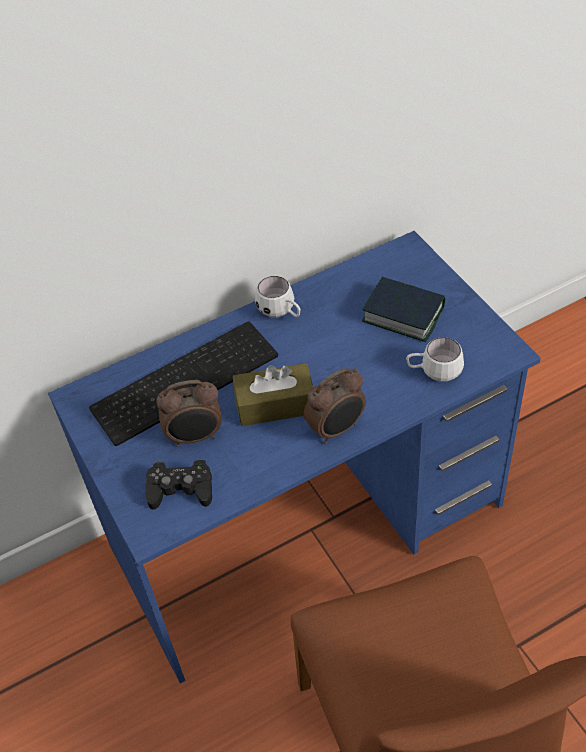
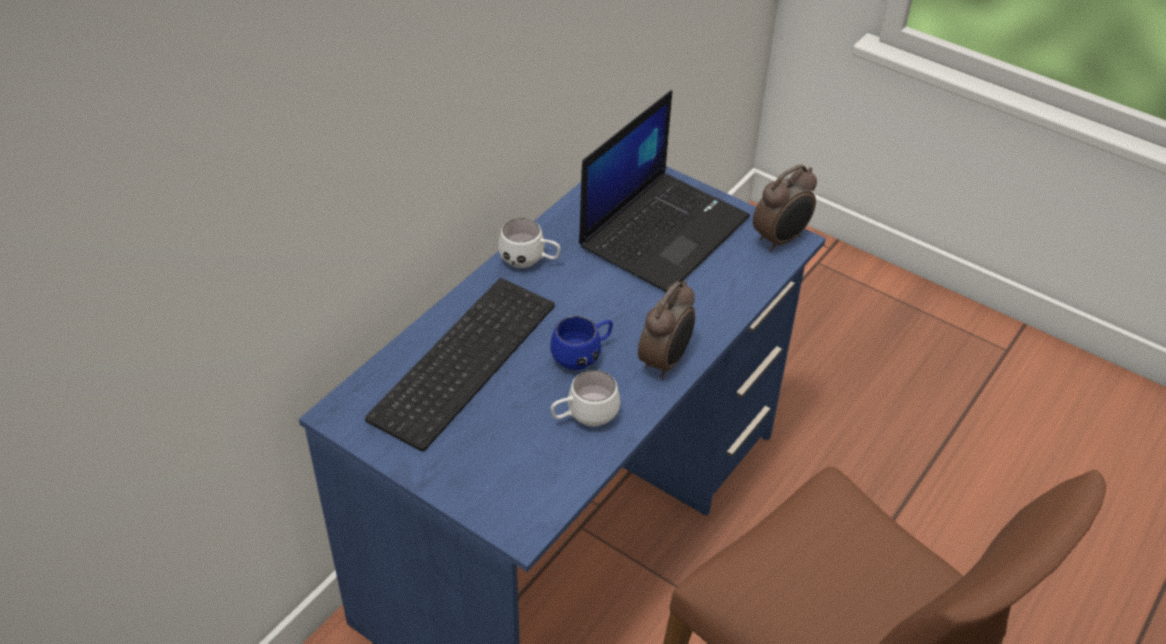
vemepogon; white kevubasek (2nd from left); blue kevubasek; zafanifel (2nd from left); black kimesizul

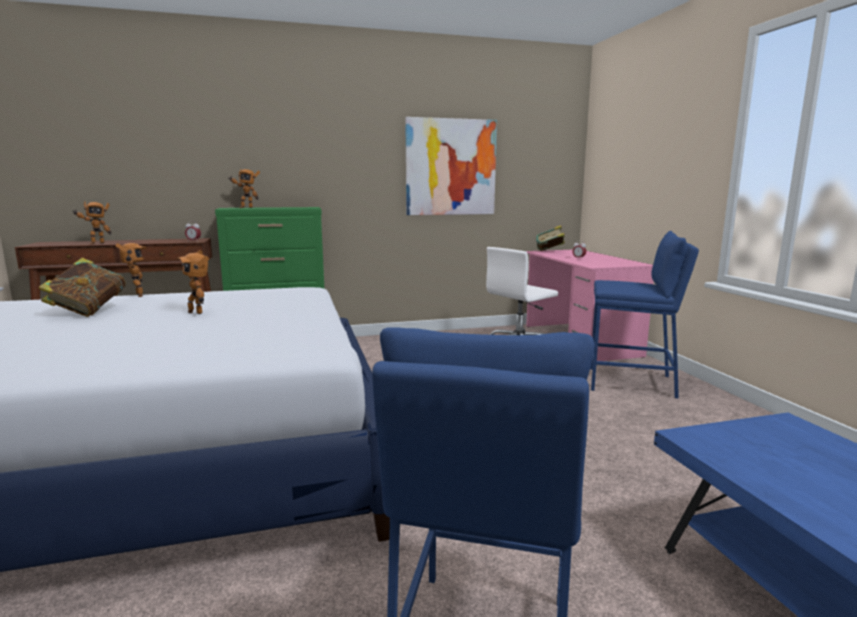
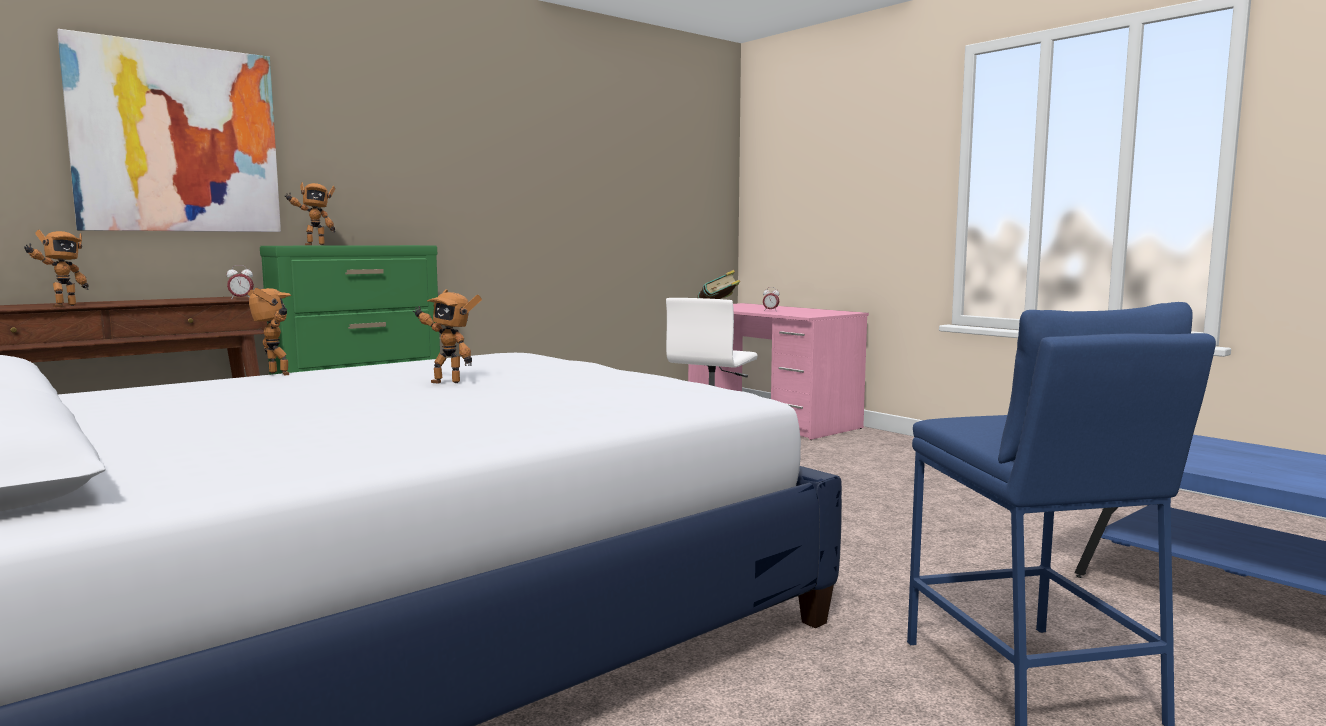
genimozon; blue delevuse (2nd from left in the first image); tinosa (1st from left in the first image)

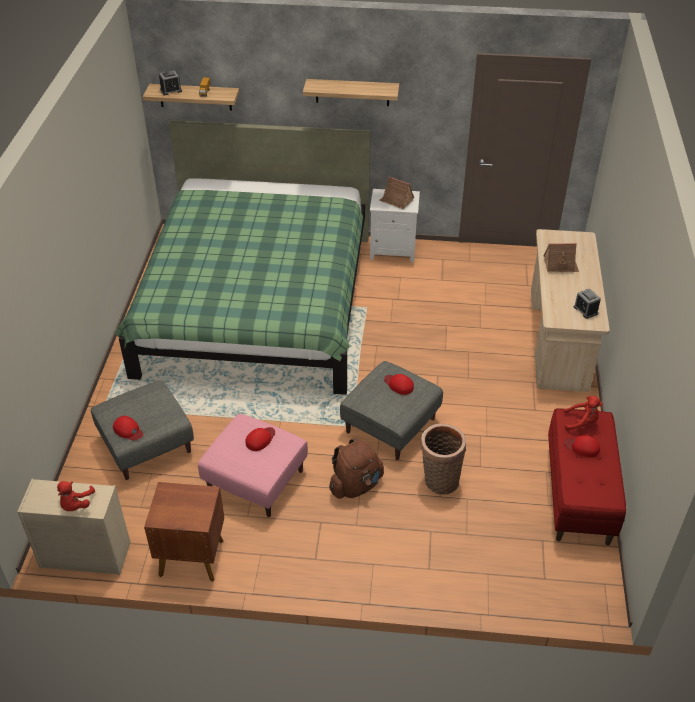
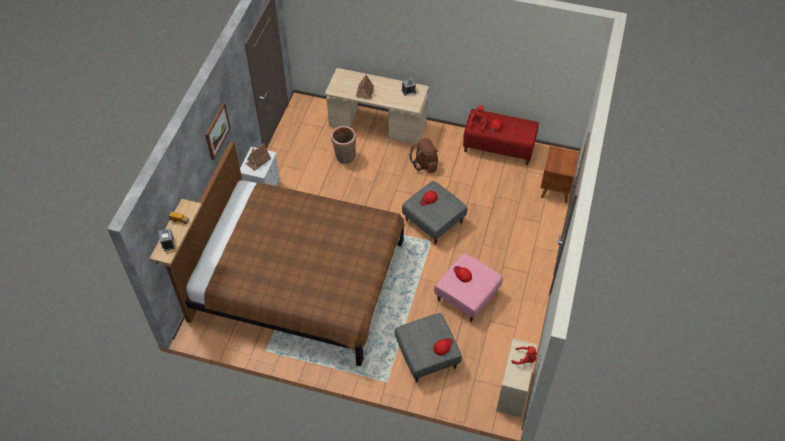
genimozon; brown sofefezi; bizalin; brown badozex; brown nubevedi

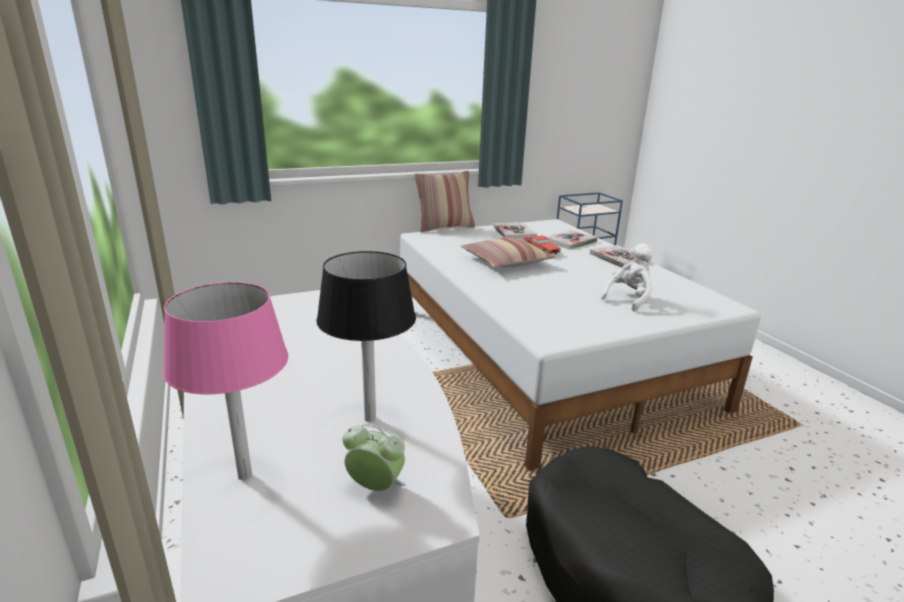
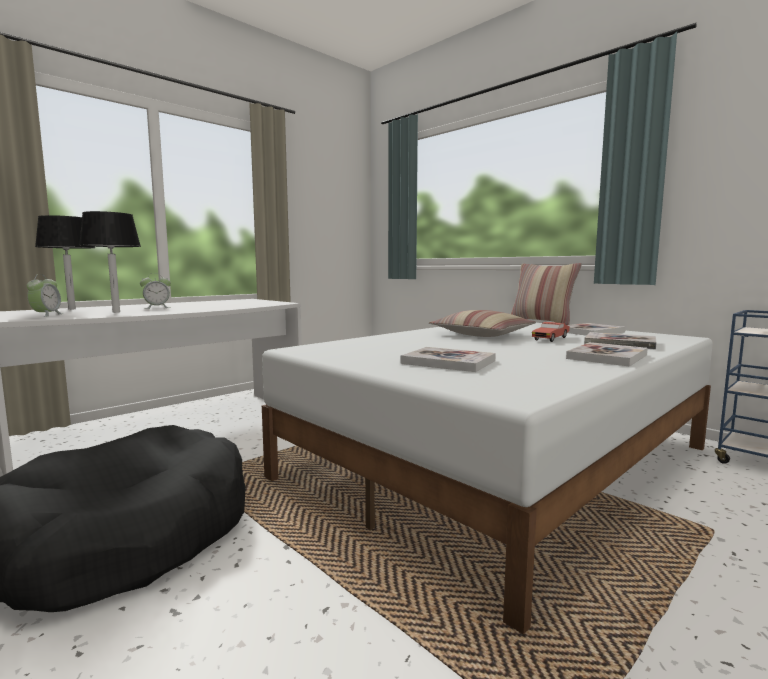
tinosa (1st from left); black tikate (1st from left); zafanifel (2nd from left)

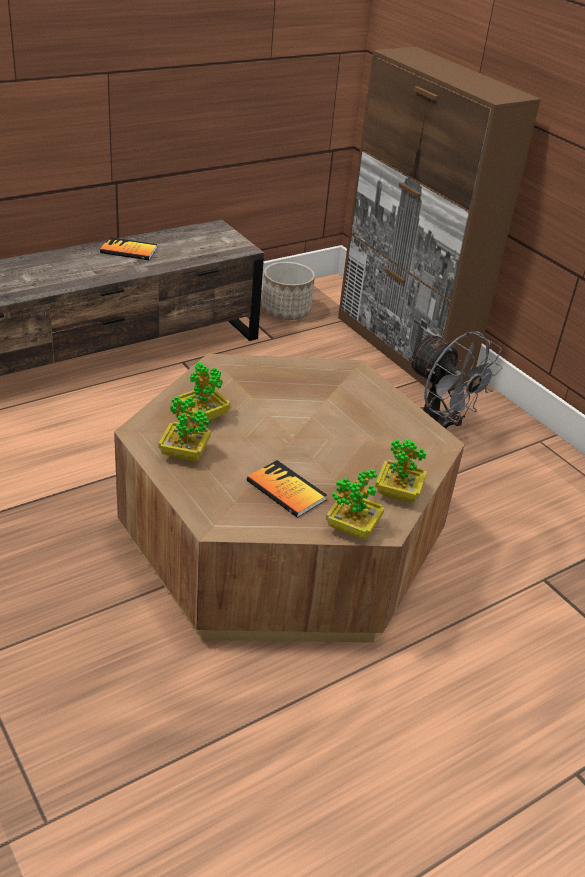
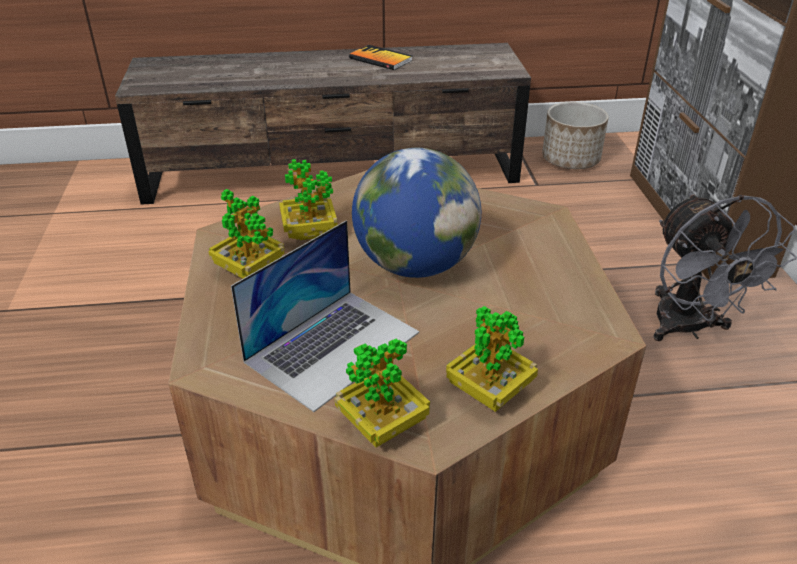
vemepogon; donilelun

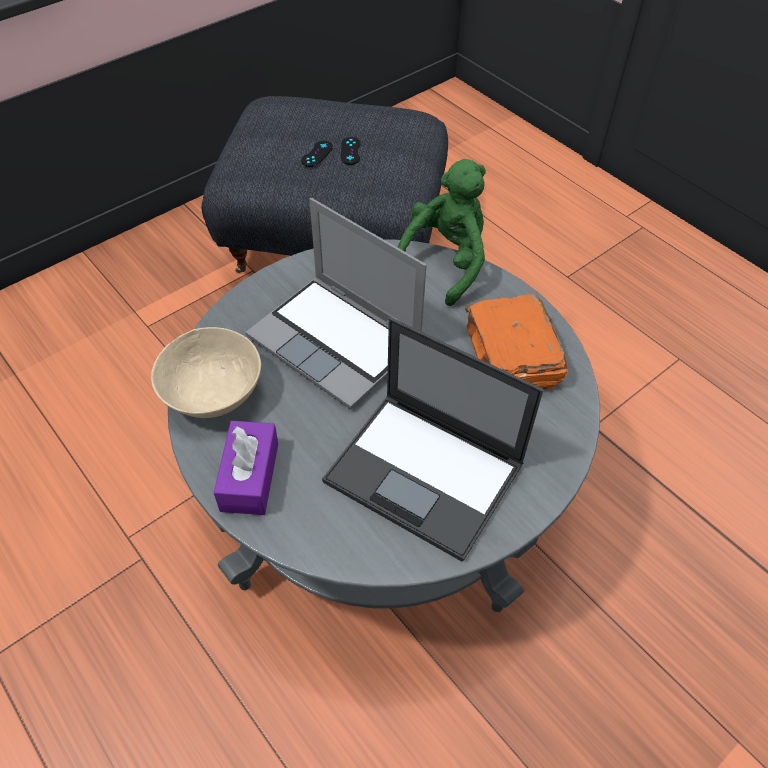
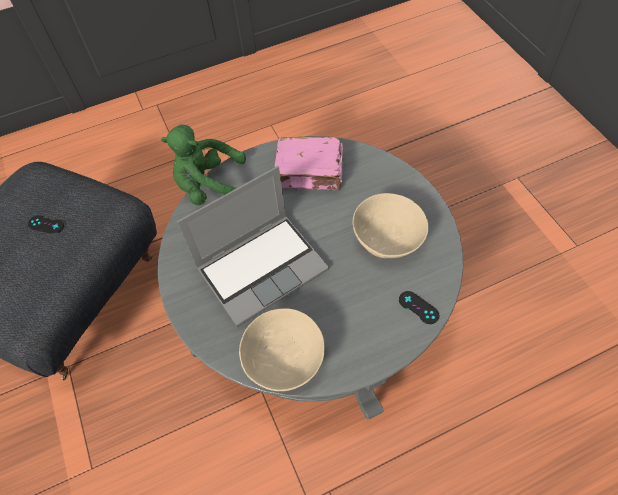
black kimesizul (2nd from left); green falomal; pink tinosa; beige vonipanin (2nd from left); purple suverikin

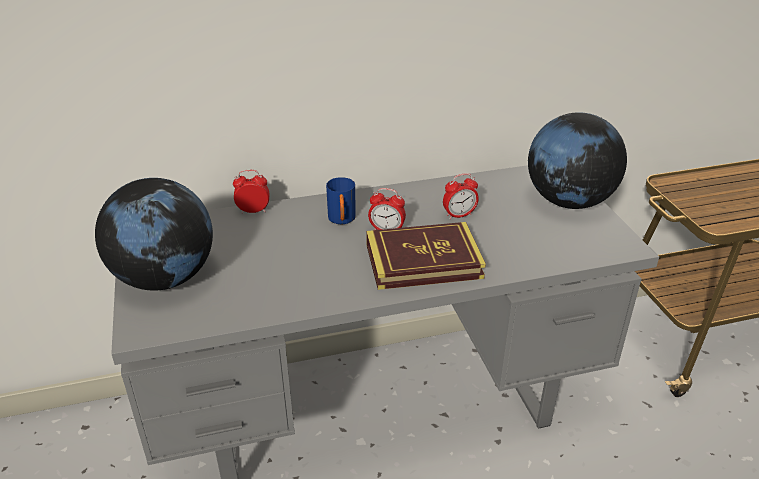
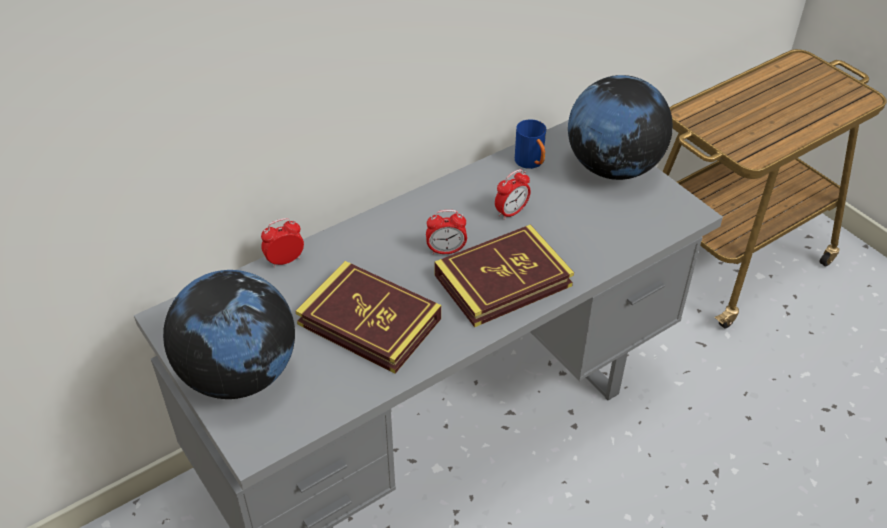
blue kevubasek; tinosa (1st from left)

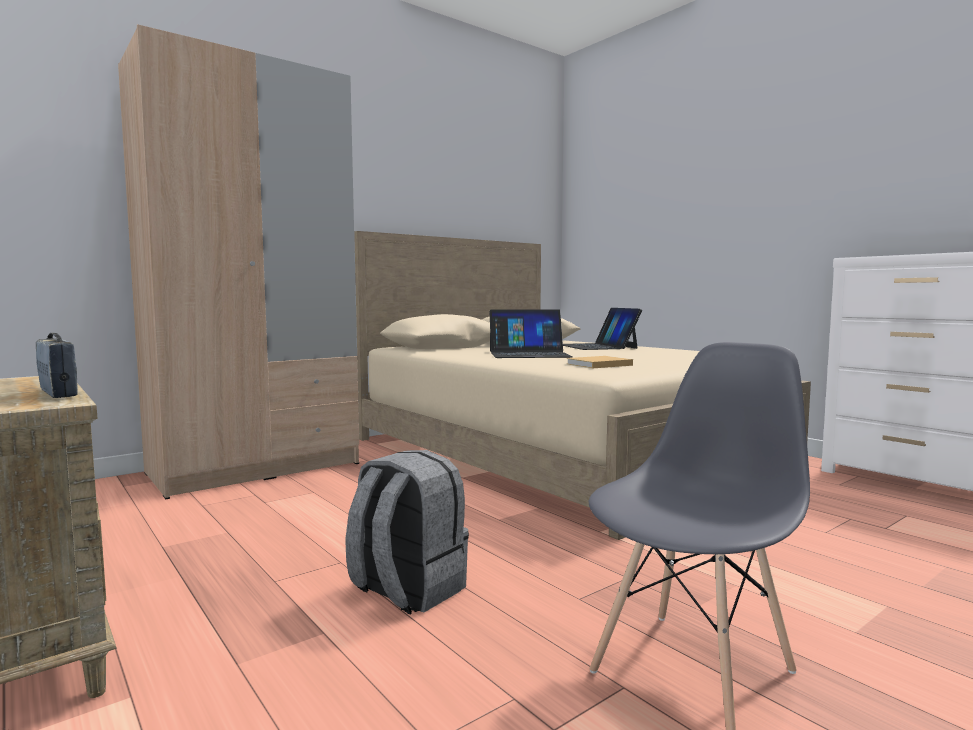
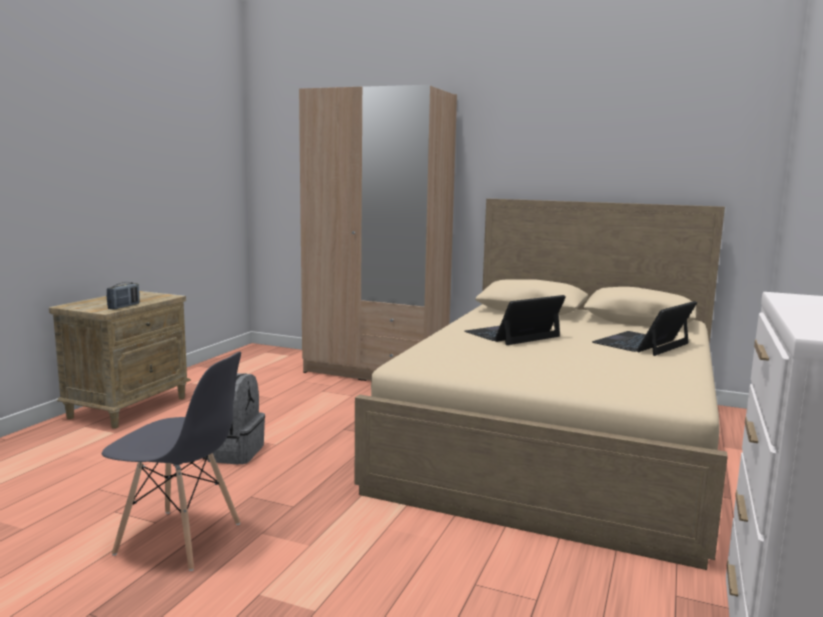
vemepogon (1st from left); beige tinosa

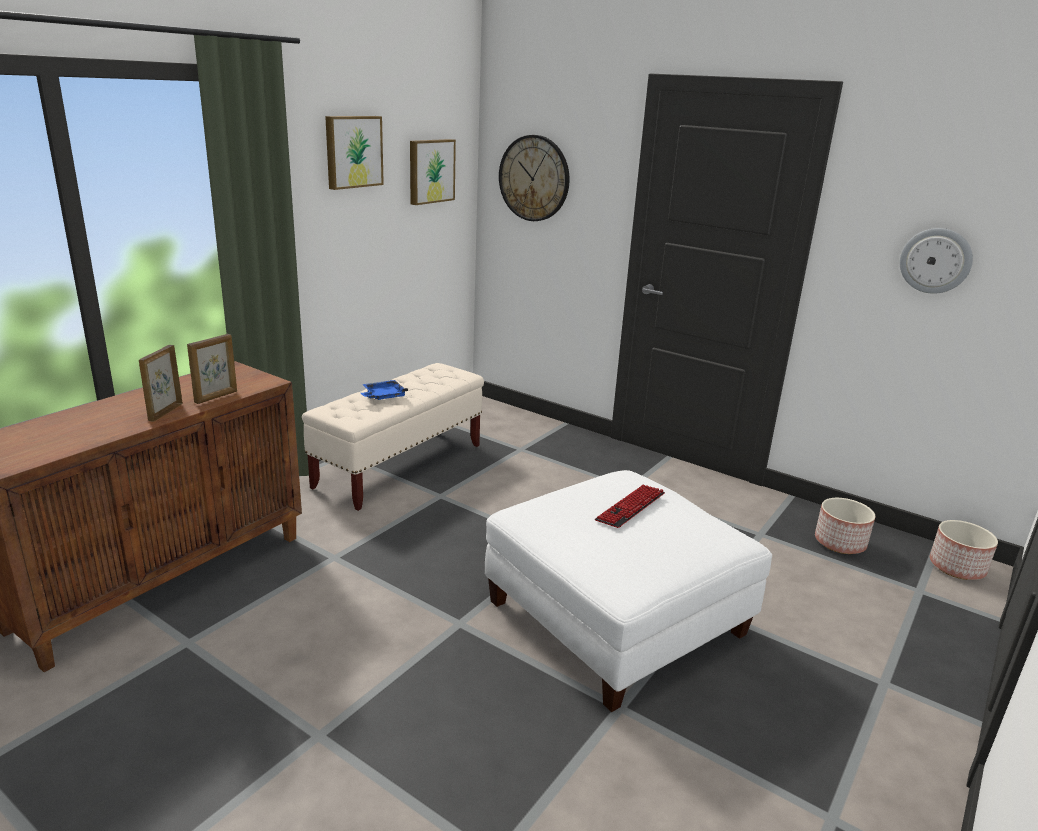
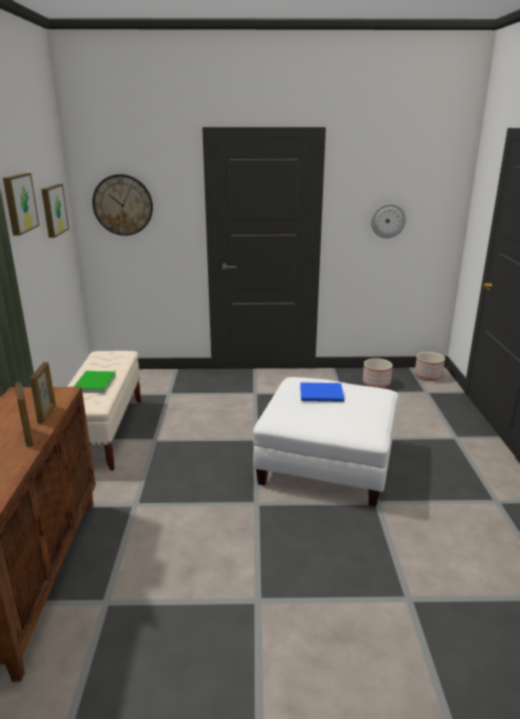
green tinosa; blue tinosa

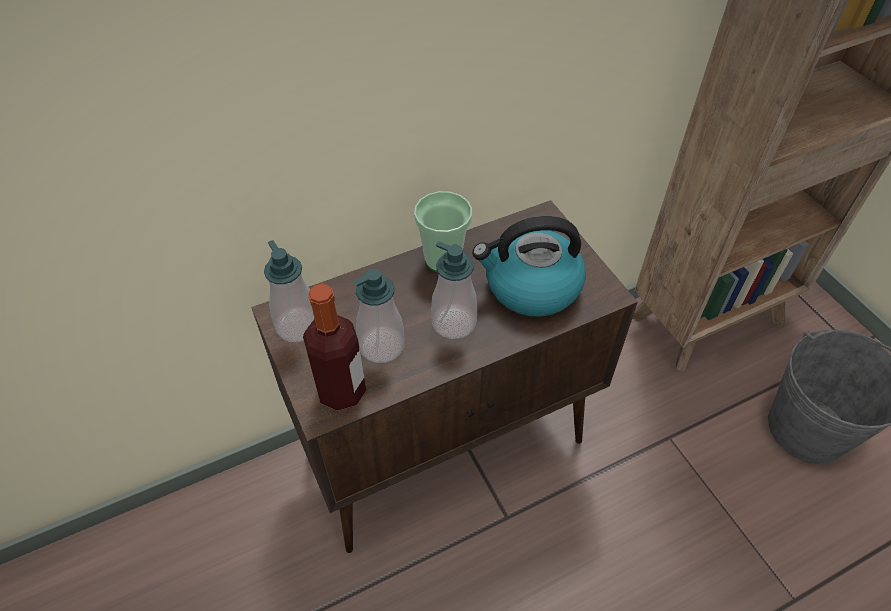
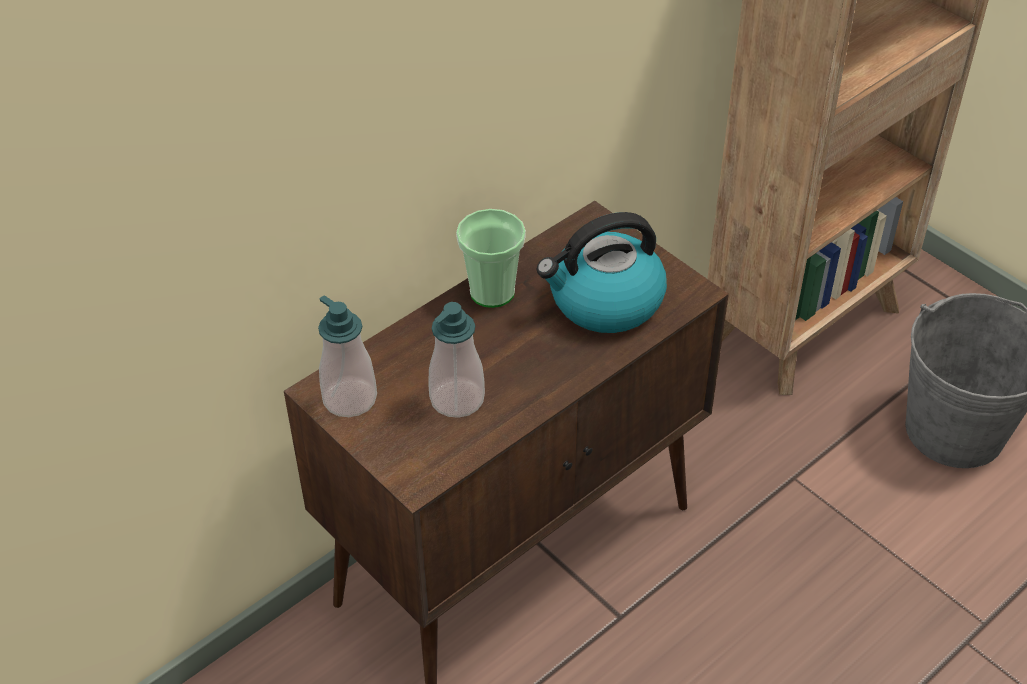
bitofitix (3rd from left in the first image); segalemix

